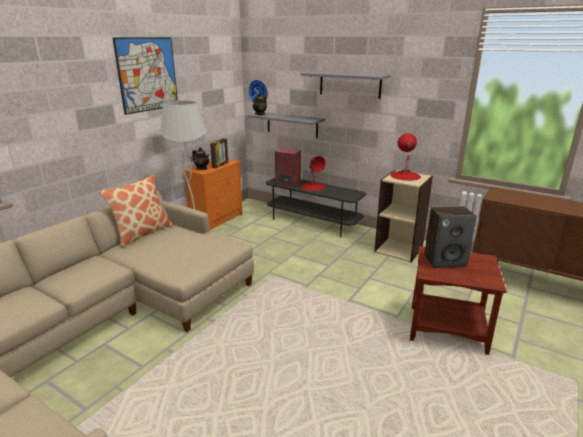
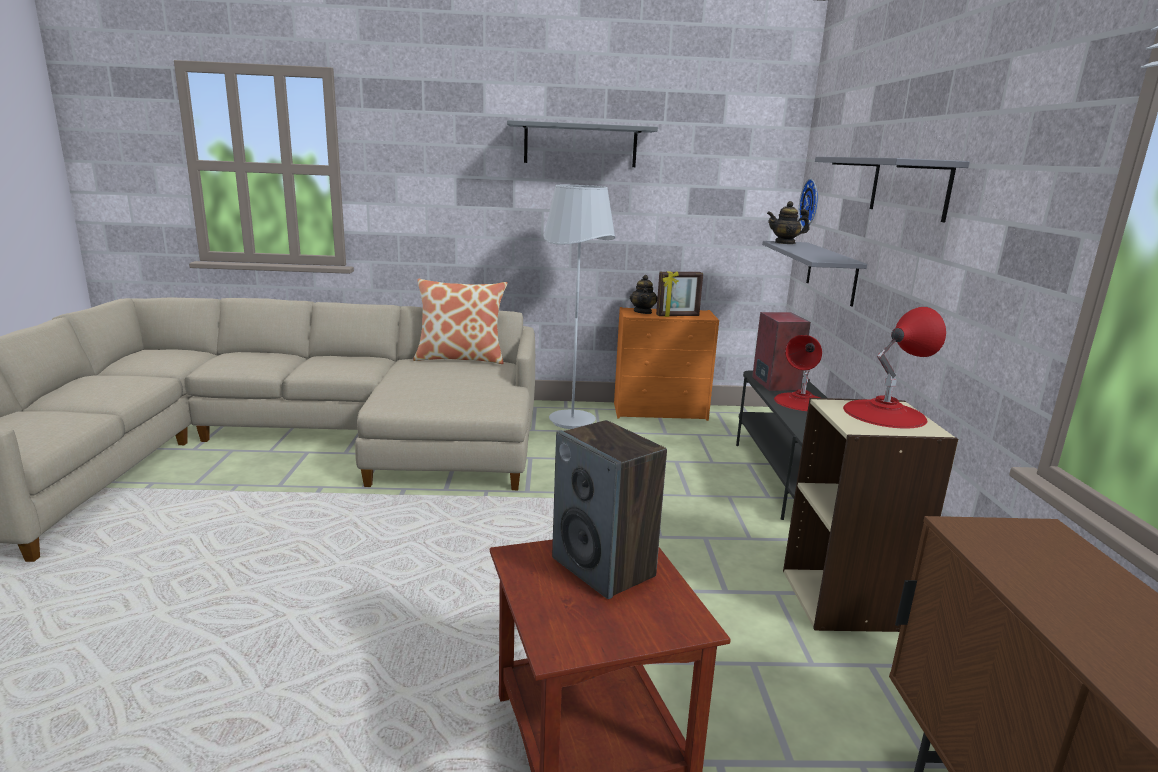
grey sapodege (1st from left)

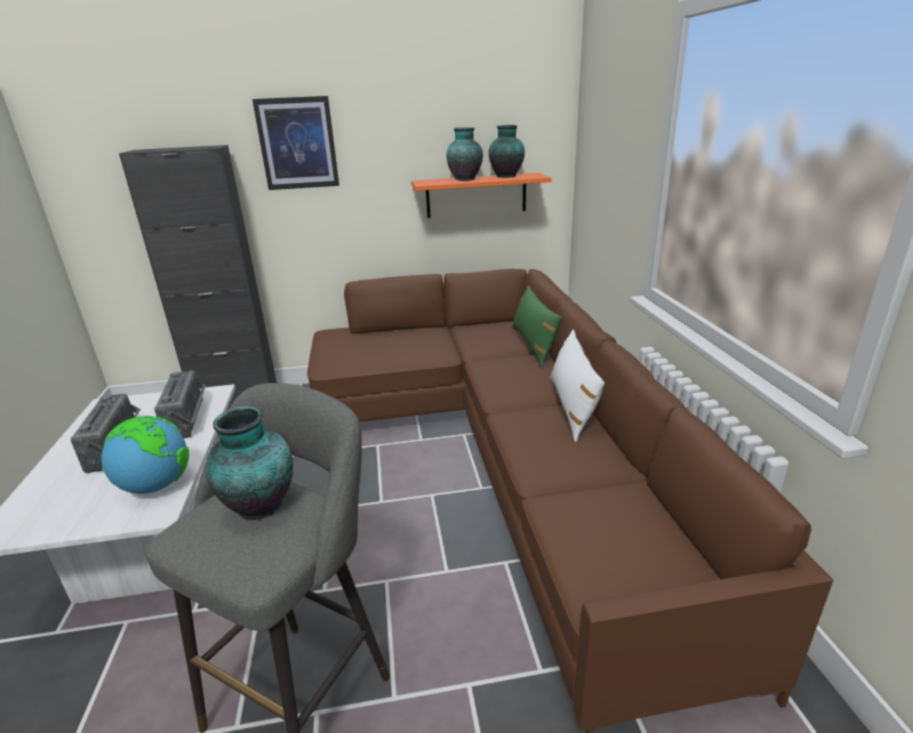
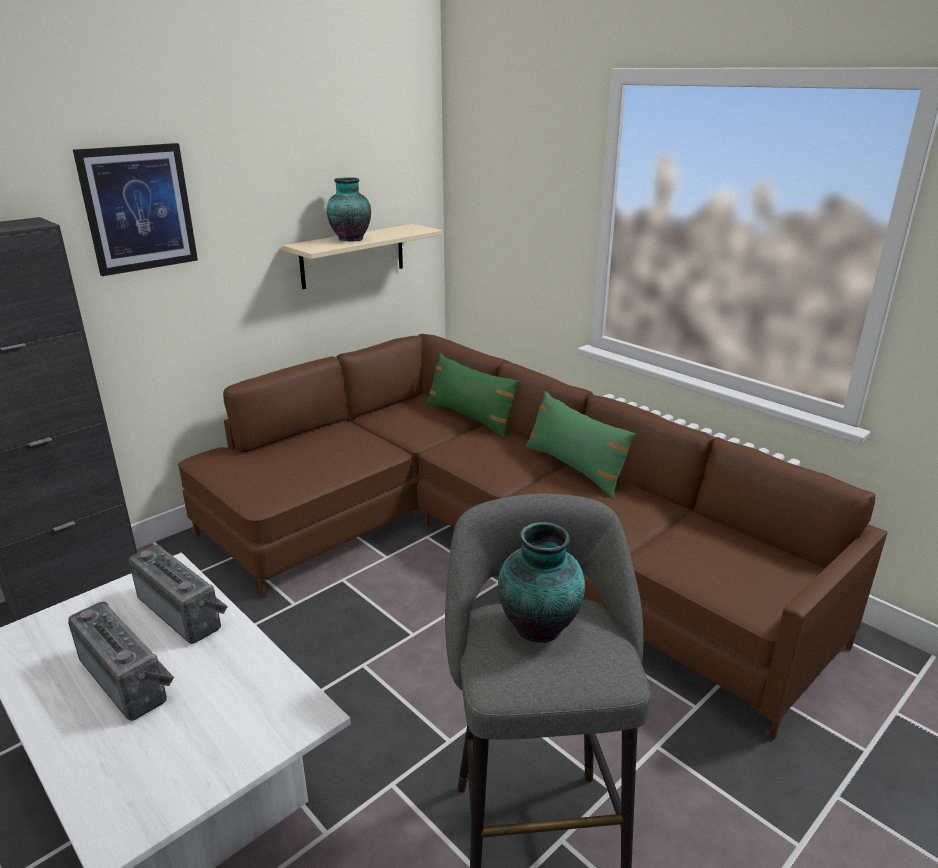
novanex (3rd from left in the first image); beige sapodege; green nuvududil (2nd from left); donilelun

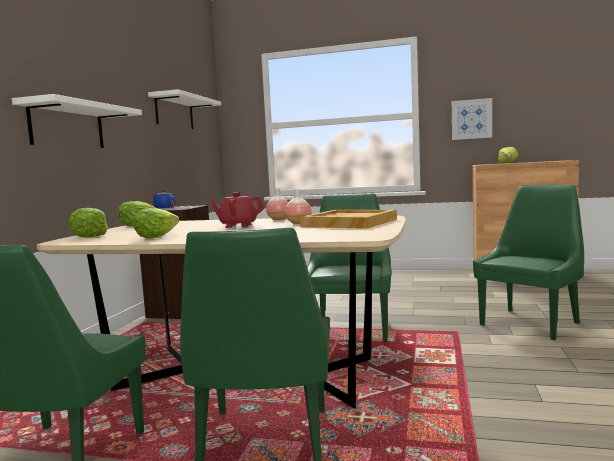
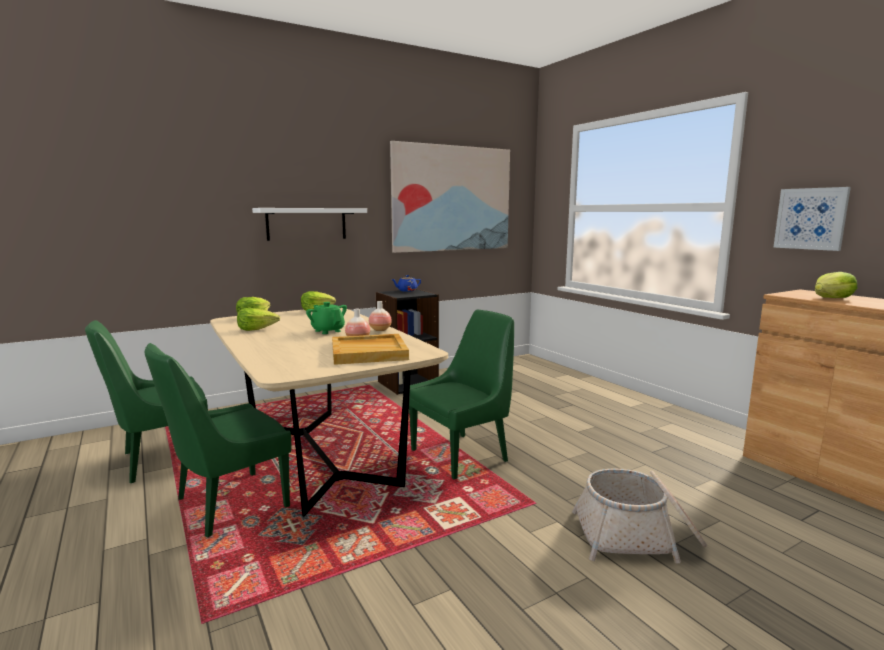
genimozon (1st from left); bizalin; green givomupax

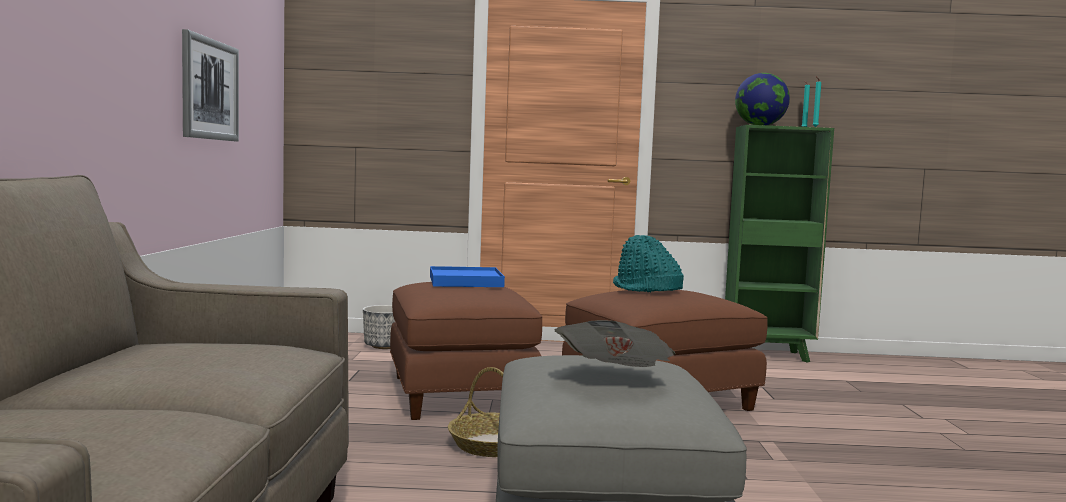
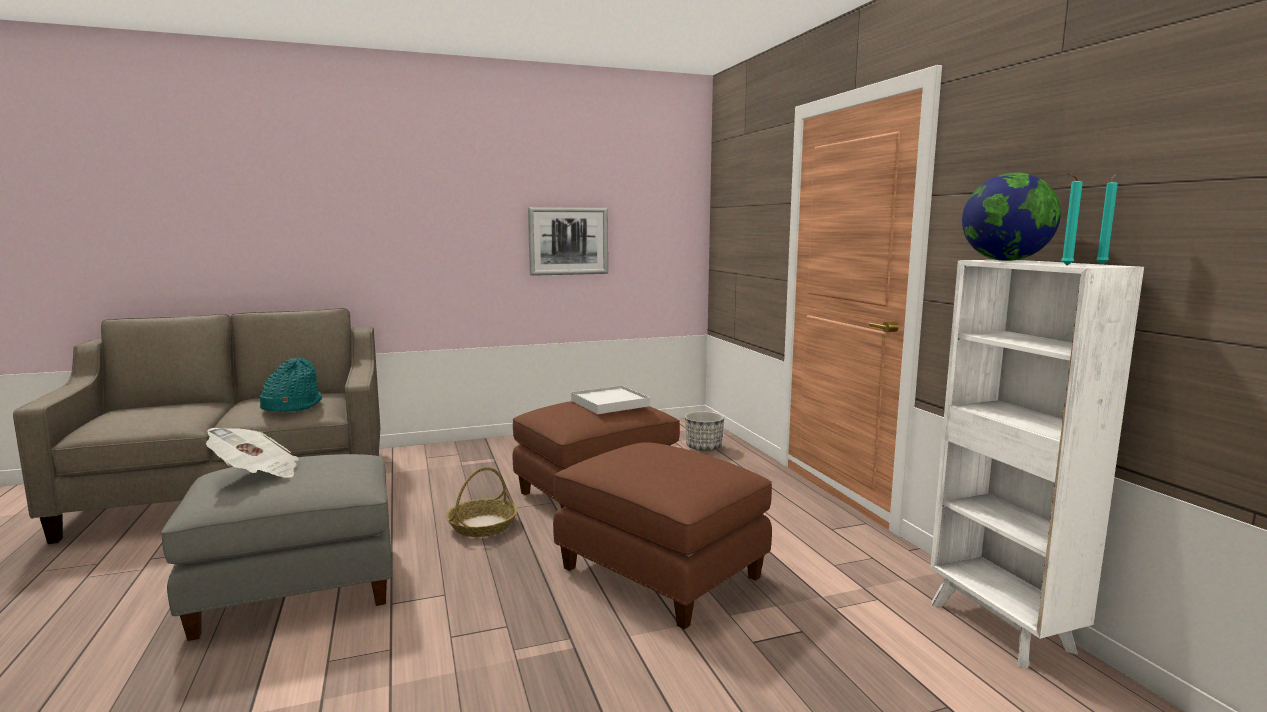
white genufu; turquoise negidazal; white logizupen

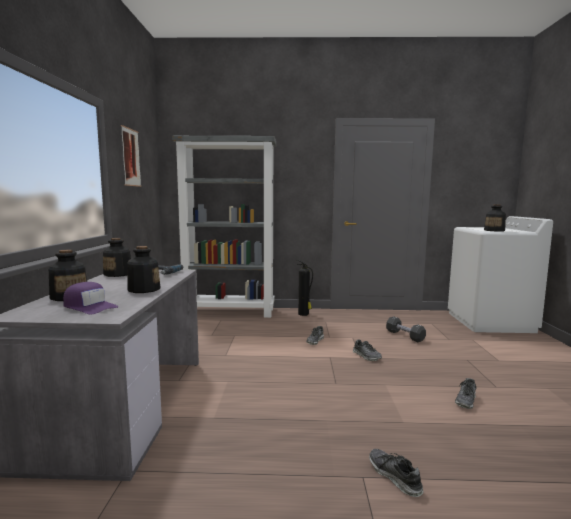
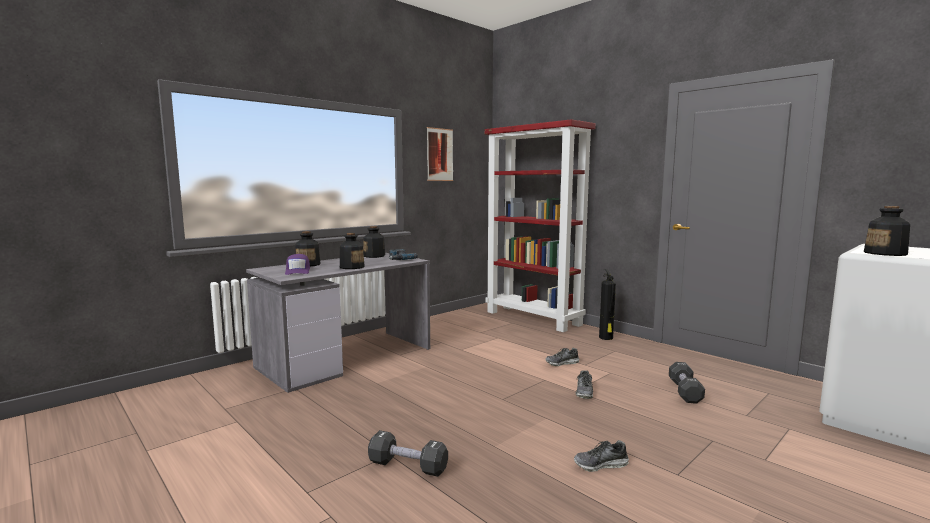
red genufu; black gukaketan (1st from left)

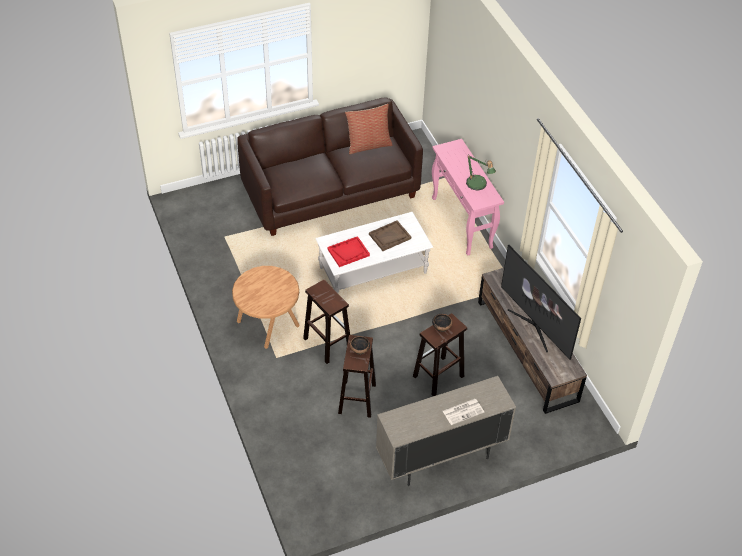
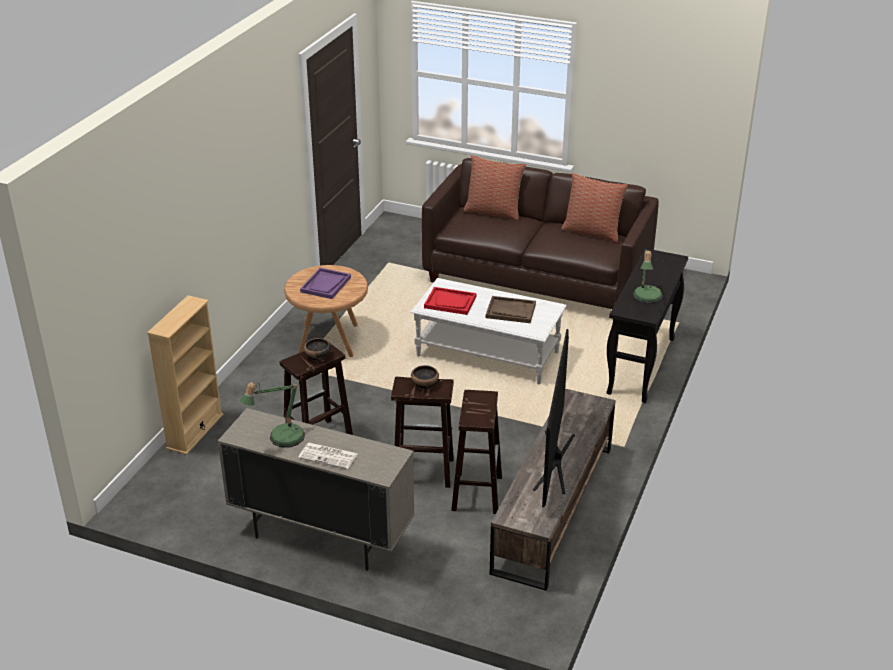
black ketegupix; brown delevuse (3rd from left); nuvududil (1st from left); purple logizupen; beige genufu; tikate (1st from left)

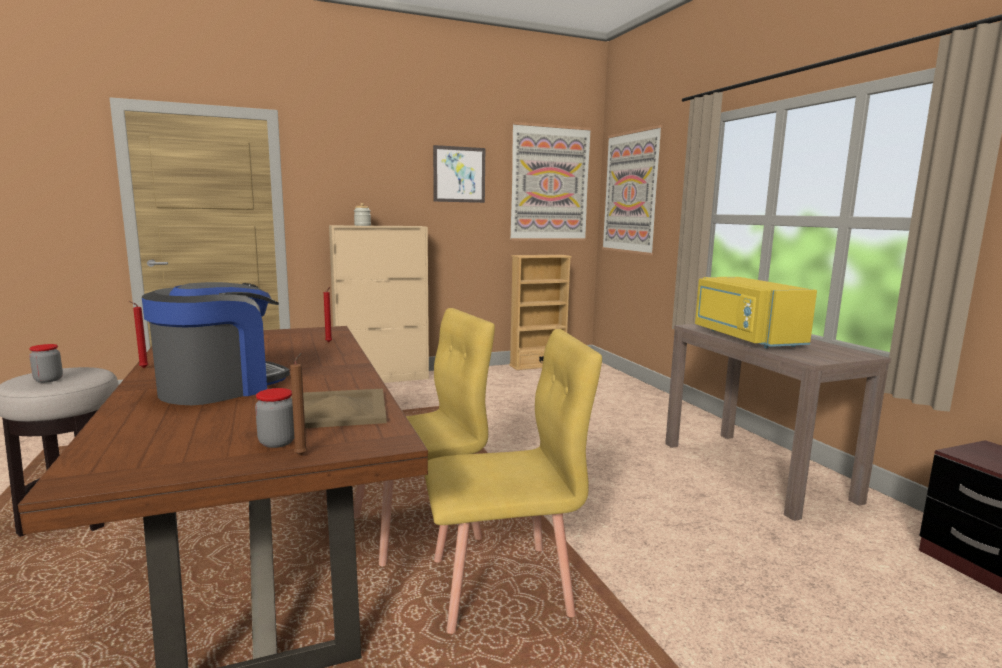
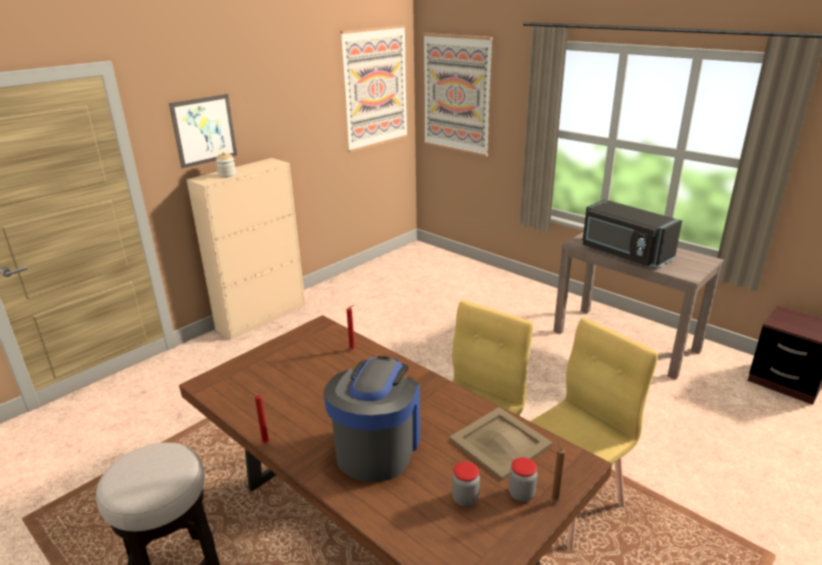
genimozon (1st from left); beige genufu; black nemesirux; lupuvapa (2nd from left)

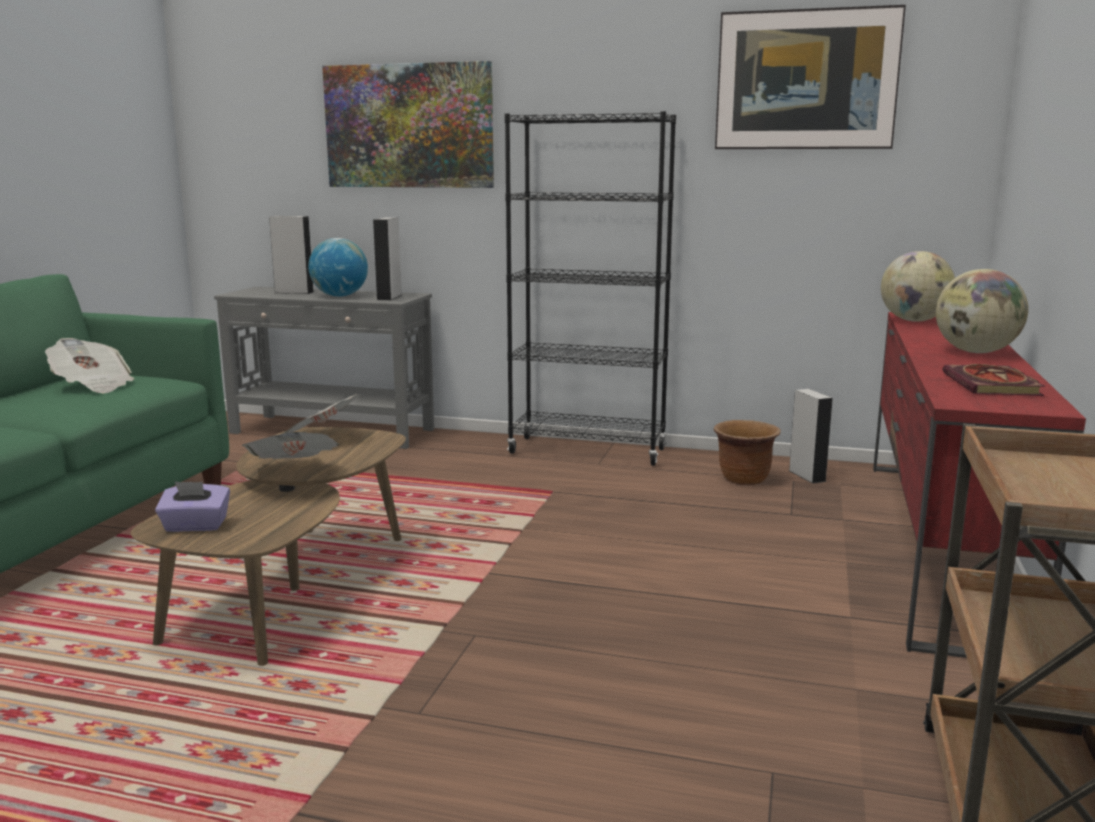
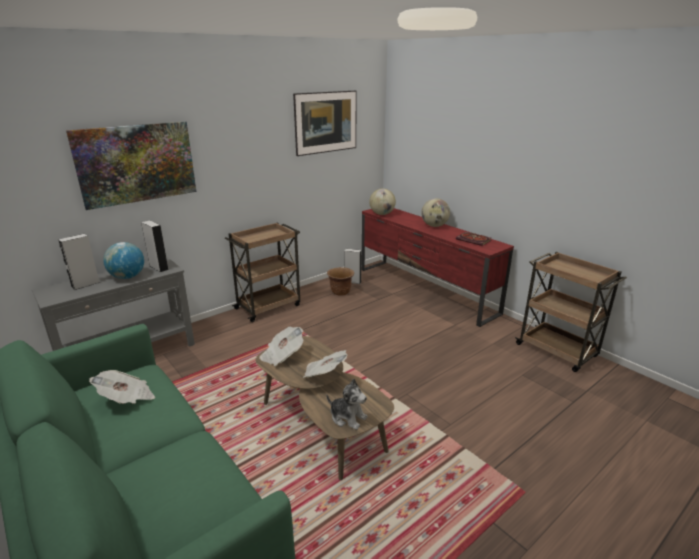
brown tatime (1st from left); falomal

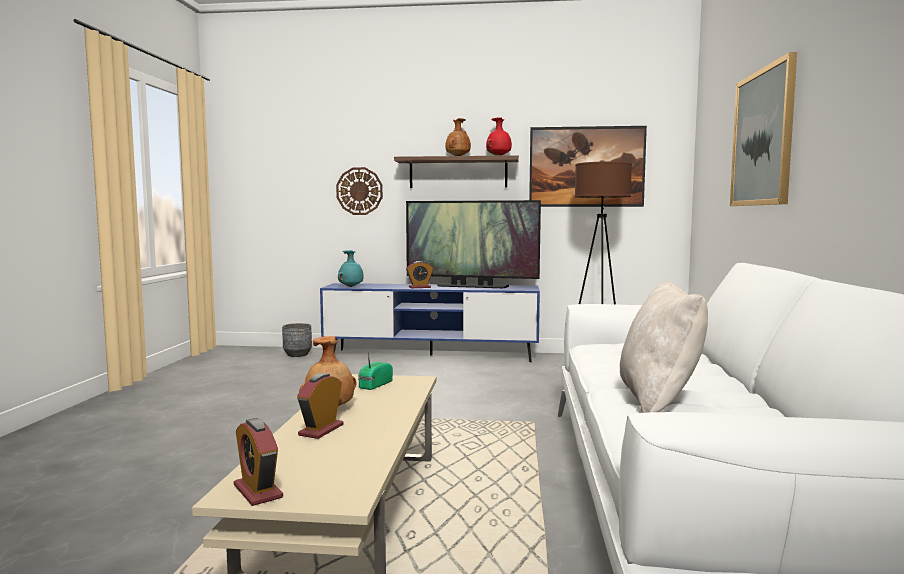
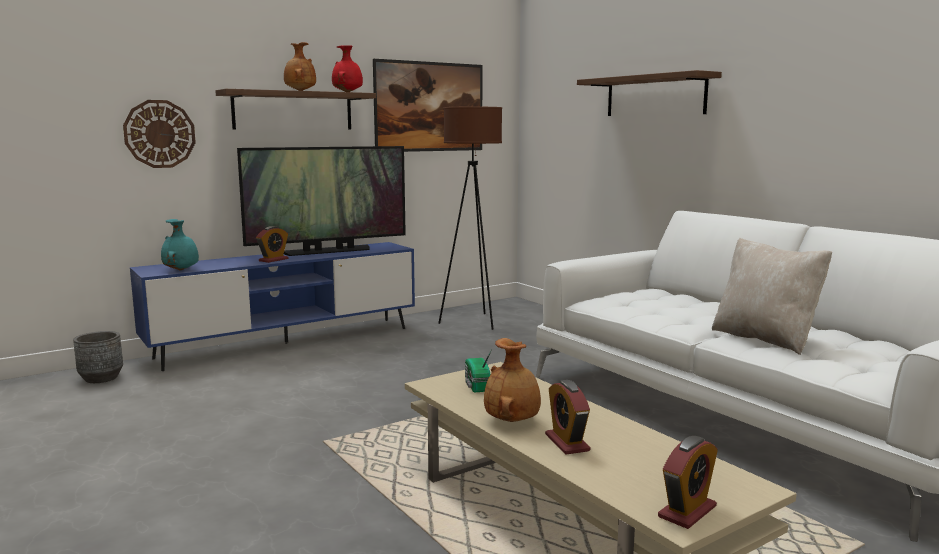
sapodege (2nd from left); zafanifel (3rd from left)

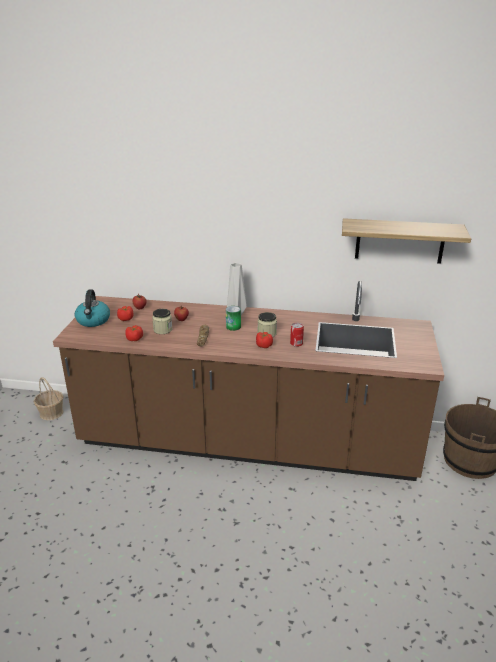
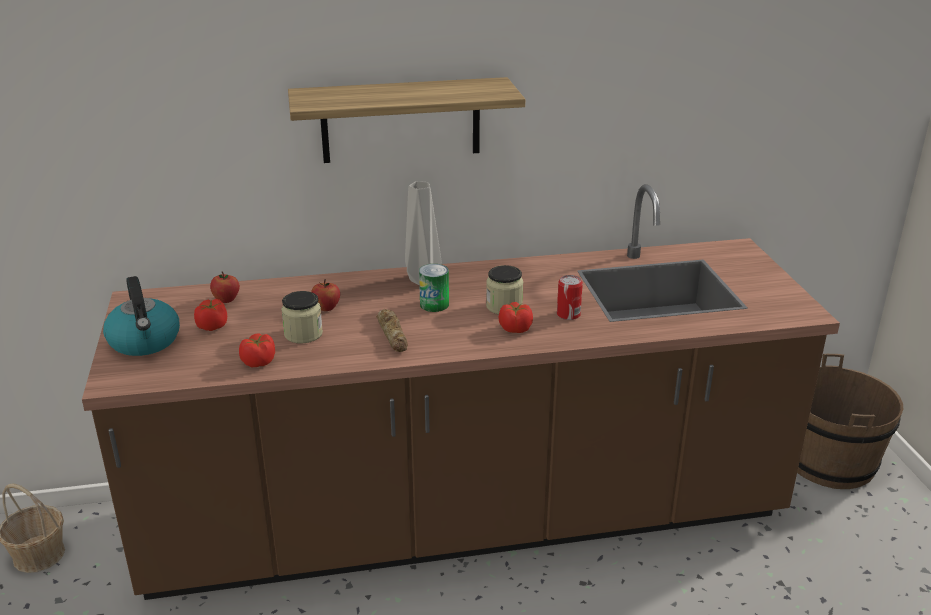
sapodege

